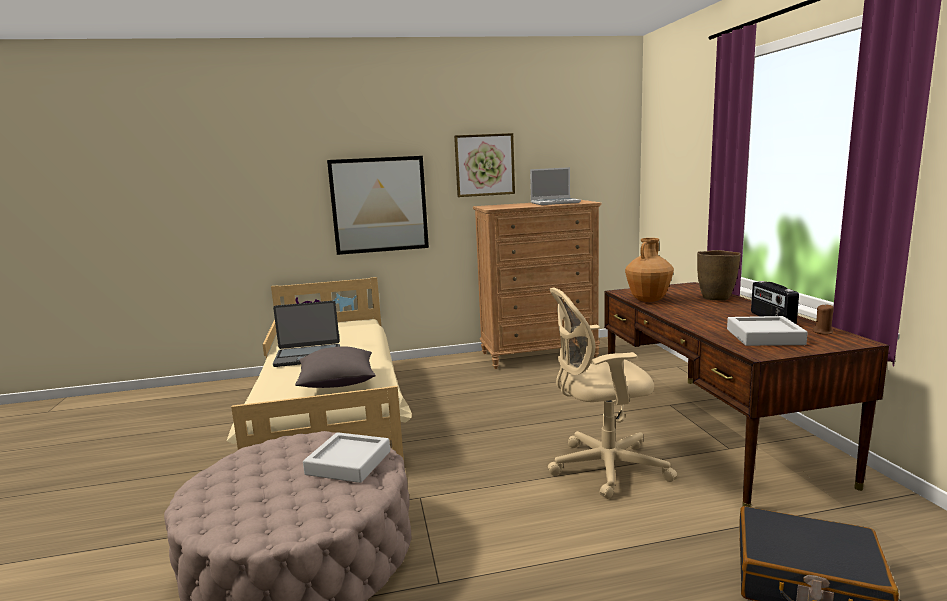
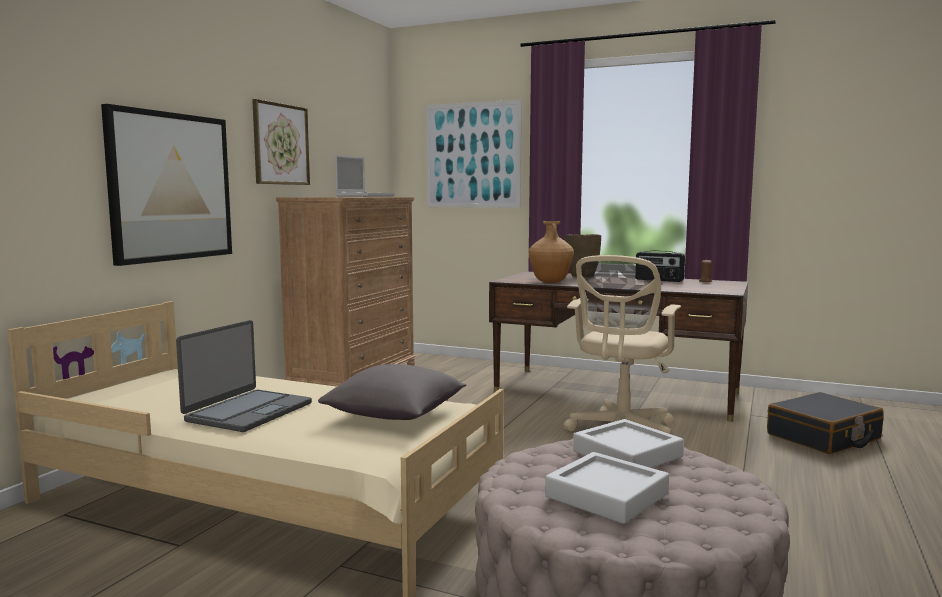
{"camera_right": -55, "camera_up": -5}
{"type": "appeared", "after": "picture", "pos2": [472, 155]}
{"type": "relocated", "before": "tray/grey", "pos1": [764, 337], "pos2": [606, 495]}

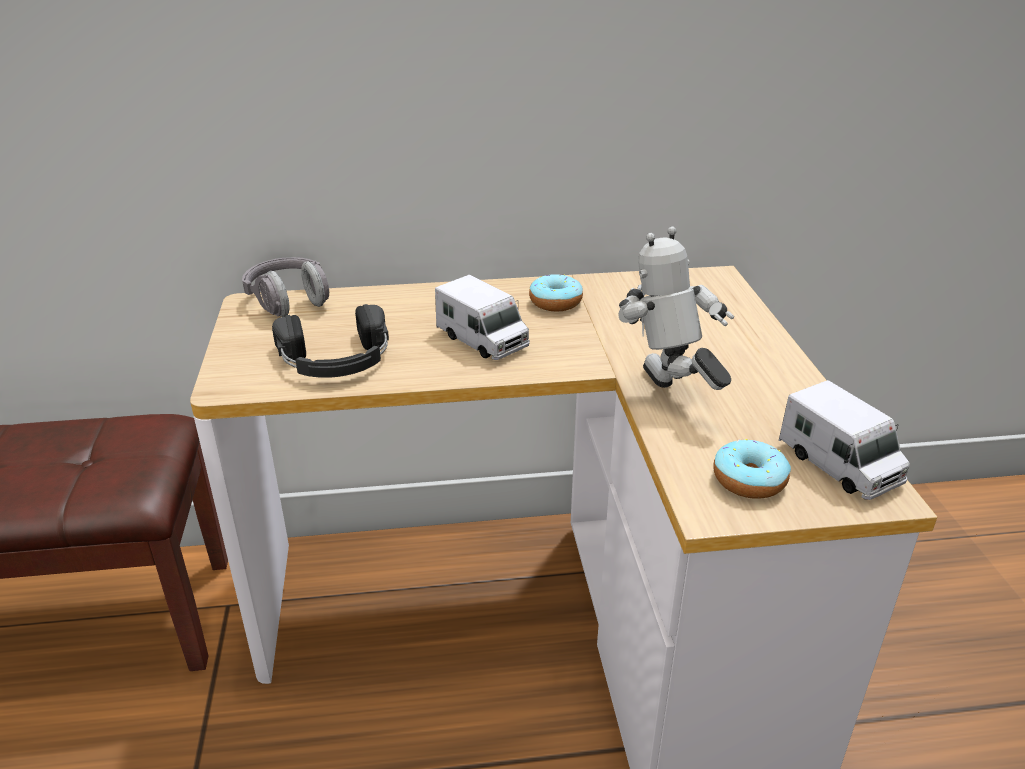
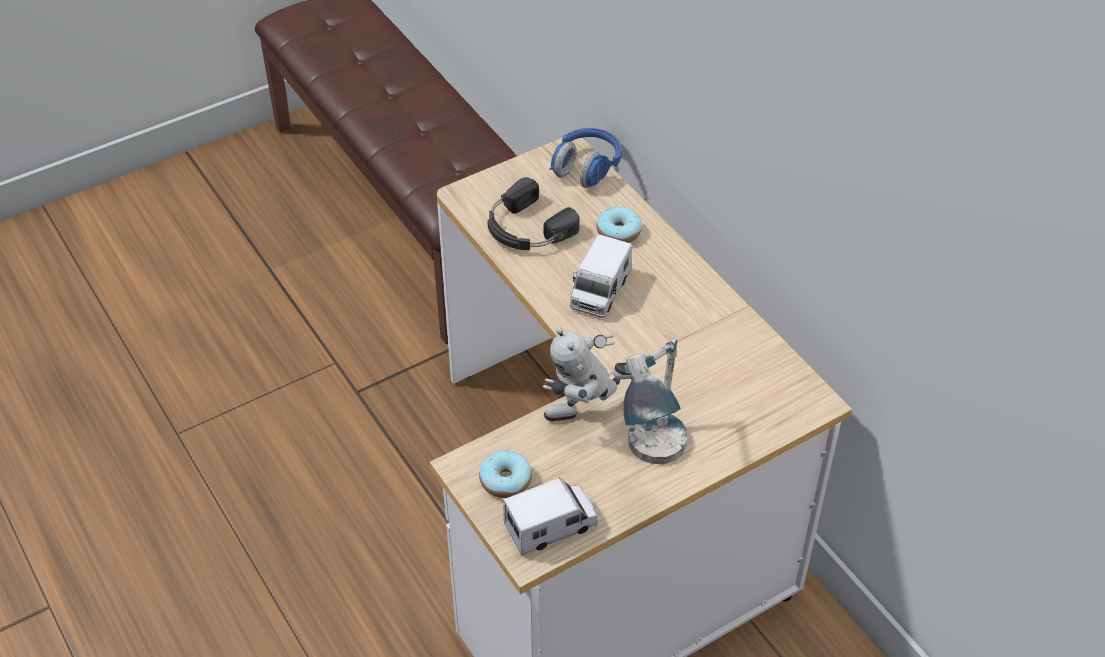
{"camera_right": 65, "camera_up": 15}
{"type": "appeared", "after": "table lamp", "pos2": [652, 461]}
{"type": "relocated", "before": "donut", "pos1": [555, 302], "pos2": [618, 232]}
{"type": "colour", "before": "headphones/grey", "after": "headphones/blue", "pos1": [289, 302], "pos2": [586, 168]}
{"type": "spun", "before": "toy robot", "pos1": [667, 395], "pos2": [587, 415], "turn": -150}
{"type": "spun", "before": "toy truck", "pos1": [839, 465], "pos2": [551, 527], "turn": -150}

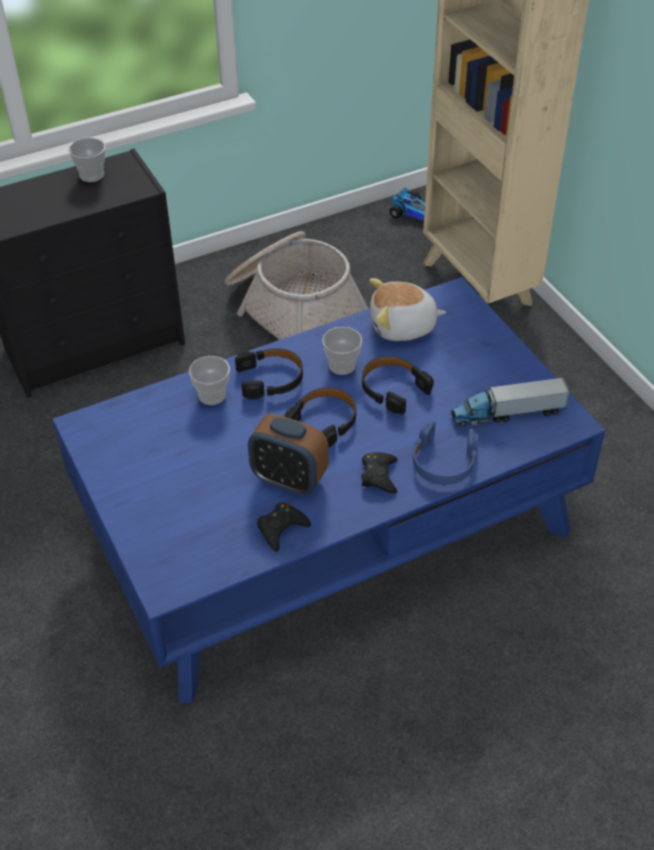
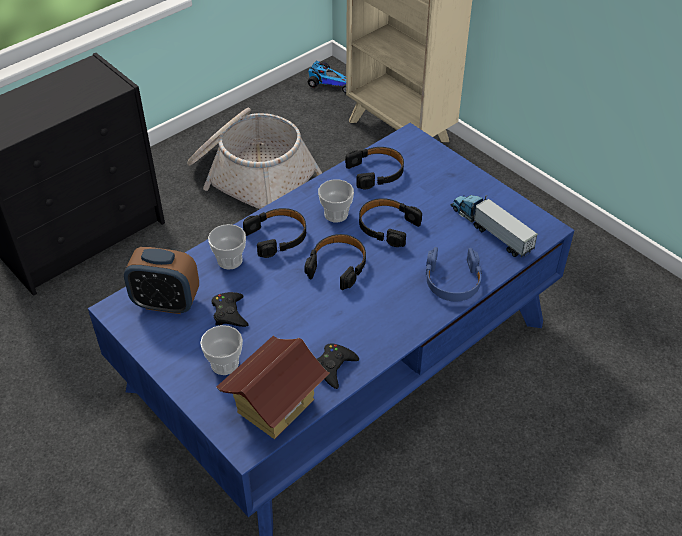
{"camera_right": -15, "camera_up": 0}
{"type": "appeared", "after": "toy house", "pos2": [275, 406]}
{"type": "relocated", "before": "cup", "pos1": [92, 175], "pos2": [224, 364]}
{"type": "relocated", "before": "alarm clock", "pos1": [289, 479], "pos2": [166, 303]}
{"type": "relocated", "before": "game controller/black", "pos1": [379, 476], "pos2": [229, 313]}
{"type": "exchanged", "before": "plush toy", "after": "headphones/black", "pos1": [403, 327], "pos2": [376, 172]}
{"type": "spun", "before": "toy truck", "pos1": [507, 413], "pos2": [490, 230], "turn": 75}

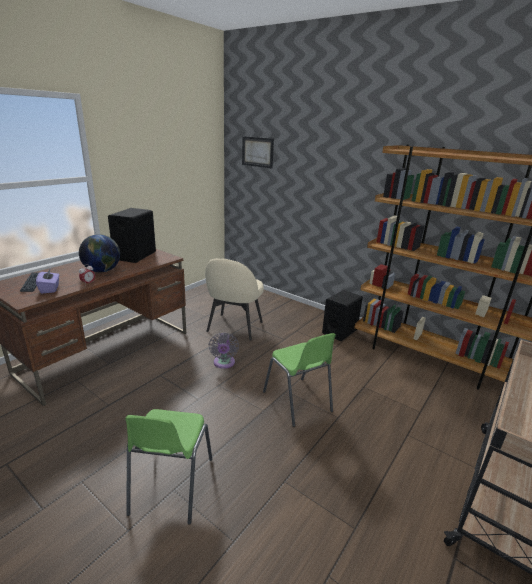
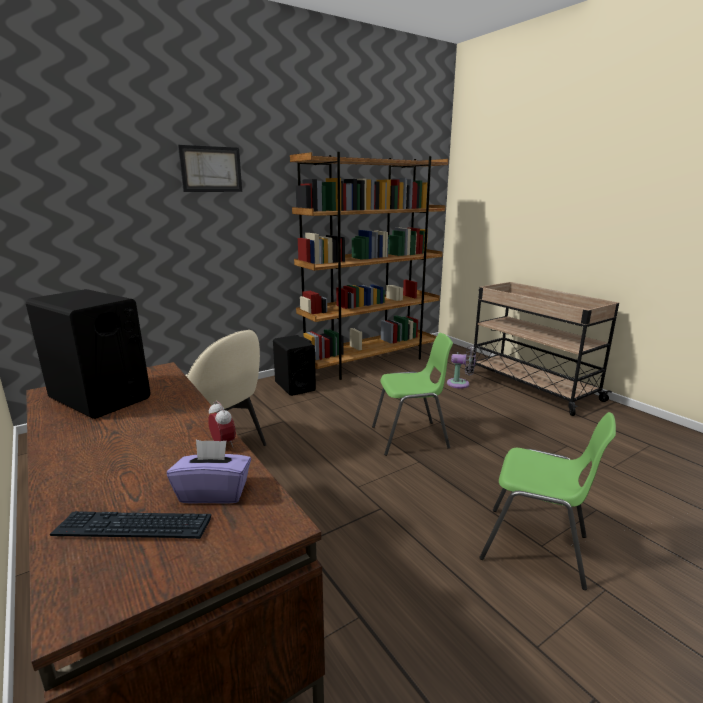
{"camera_right": -70, "camera_up": -5}
{"type": "missing", "before": "globe", "pos1": [102, 271]}
{"type": "relocated", "before": "fan/grey", "pos1": [224, 363], "pos2": [460, 384]}
{"type": "relocated", "before": "picture", "pos1": [257, 152], "pos2": [211, 169]}

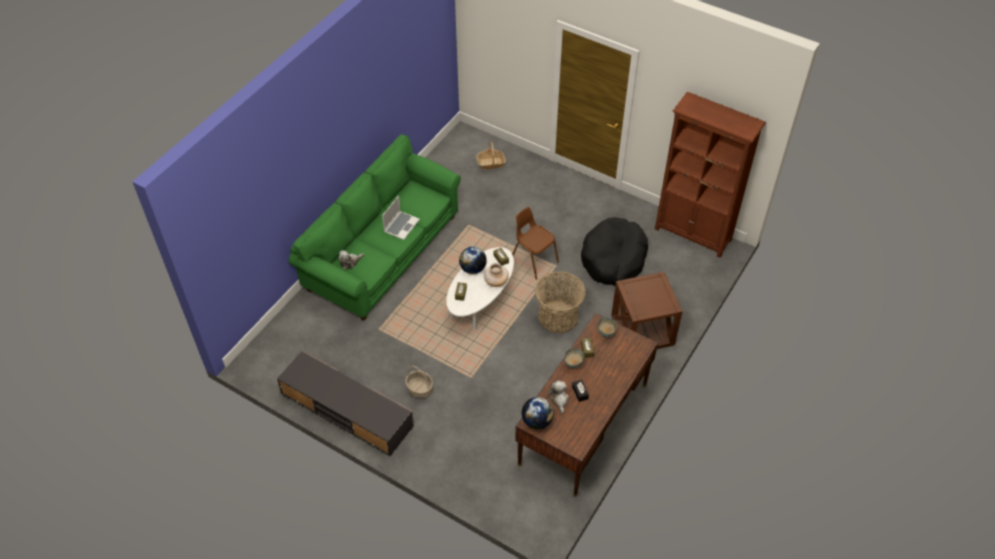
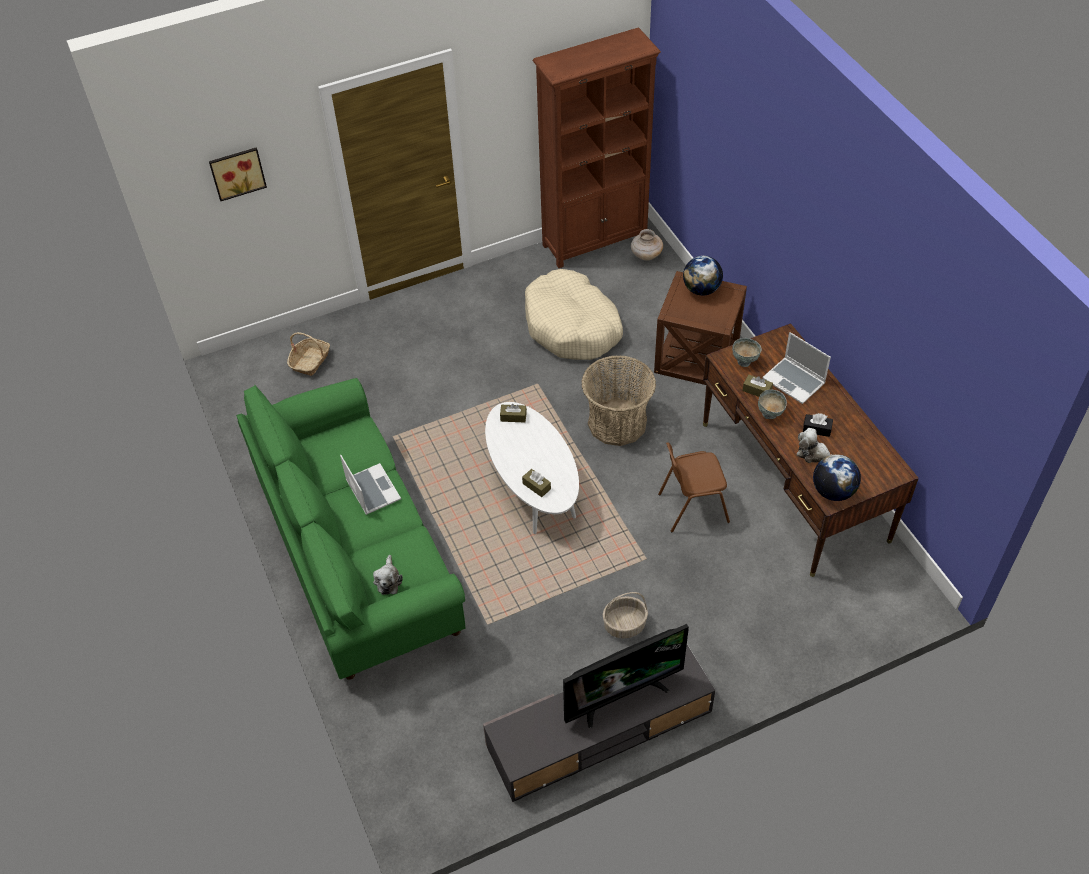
{"camera_right": -55, "camera_up": 0}
{"type": "appeared", "after": "picture", "pos2": [237, 172]}
{"type": "appeared", "after": "television", "pos2": [621, 695]}
{"type": "appeared", "after": "laptop", "pos2": [794, 381]}
{"type": "relocated", "before": "globe", "pos1": [473, 269], "pos2": [701, 289]}
{"type": "relocated", "before": "vase/beige", "pos1": [496, 282], "pos2": [646, 255]}
{"type": "relocated", "before": "chair/brown", "pos1": [533, 260], "pos2": [692, 507]}
{"type": "colour", "before": "dog bed/black", "after": "dog bed/beige", "pos1": [613, 259], "pos2": [572, 326]}

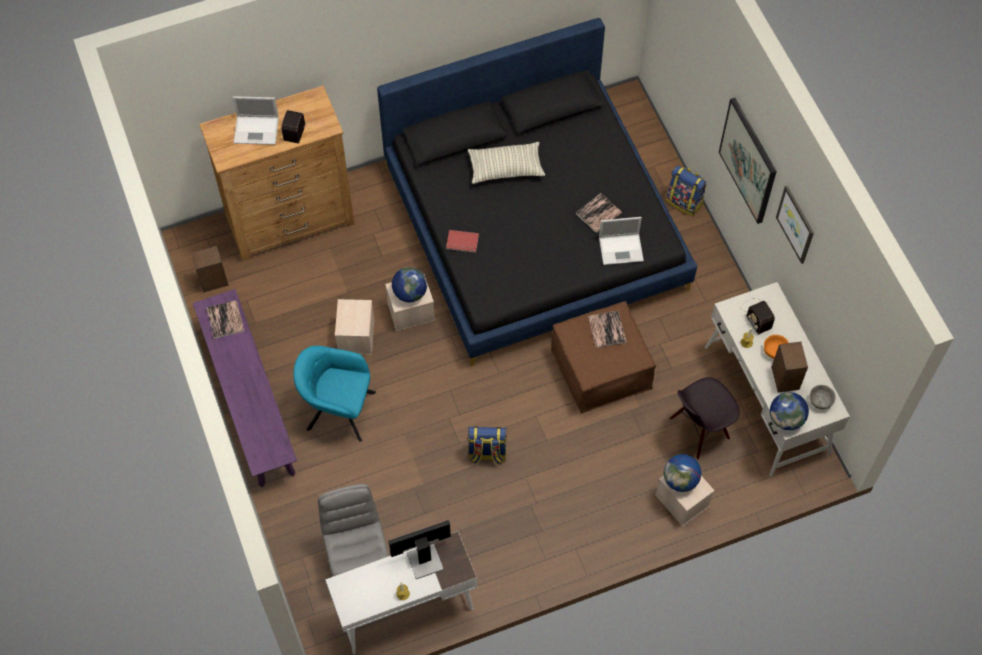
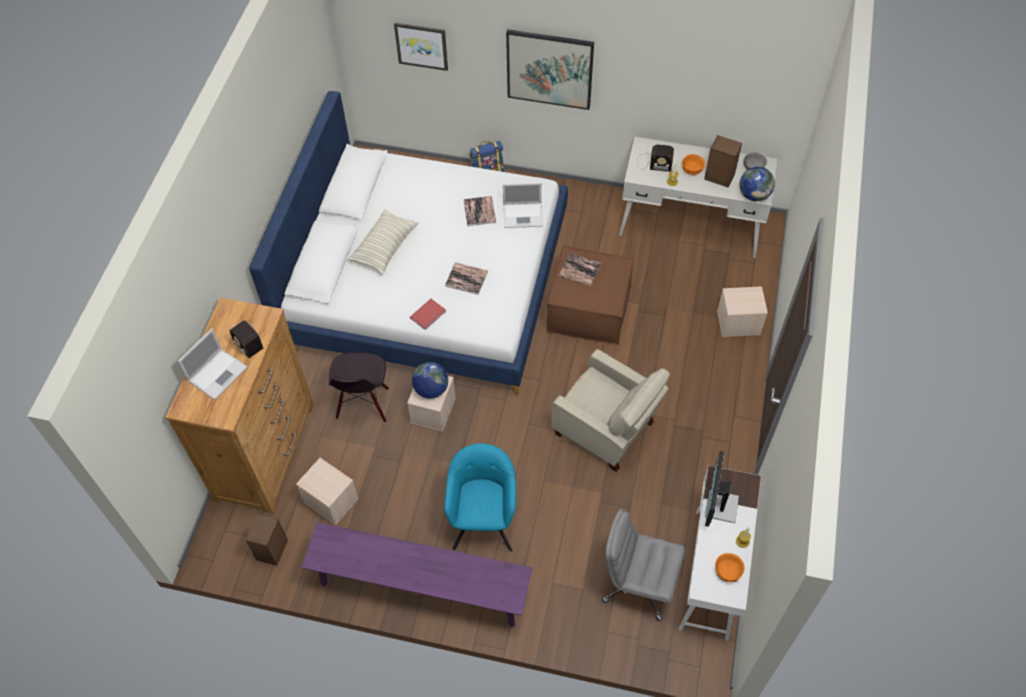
{"camera_right": -55, "camera_up": -5}
{"type": "missing", "before": "globe", "pos1": [680, 480]}
{"type": "appeared", "after": "bowl/orange", "pos2": [728, 571]}
{"type": "relocated", "before": "book", "pos1": [225, 319], "pos2": [466, 279]}
{"type": "relocated", "before": "storage box/beige", "pos1": [356, 337], "pos2": [331, 500]}
{"type": "relocated", "before": "chair/black", "pos1": [699, 430], "pos2": [363, 404]}
{"type": "relocated", "before": "picture", "pos1": [796, 224], "pos2": [421, 45]}
{"type": "exchanged", "before": "backpack", "after": "armchair/beige", "pos1": [486, 454], "pos2": [607, 430]}
{"type": "colour", "before": "bed/black", "after": "bed/white", "pos1": [534, 227], "pos2": [427, 280]}
{"type": "spun", "before": "armchair/turquoise", "pos1": [338, 410], "pos2": [483, 519], "turn": 135}
{"type": "spun", "before": "laptop", "pos1": [622, 249], "pos2": [523, 215], "turn": 60}

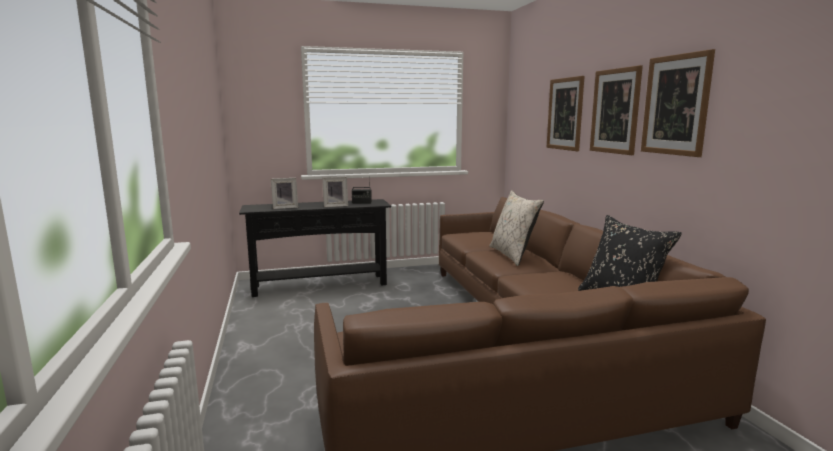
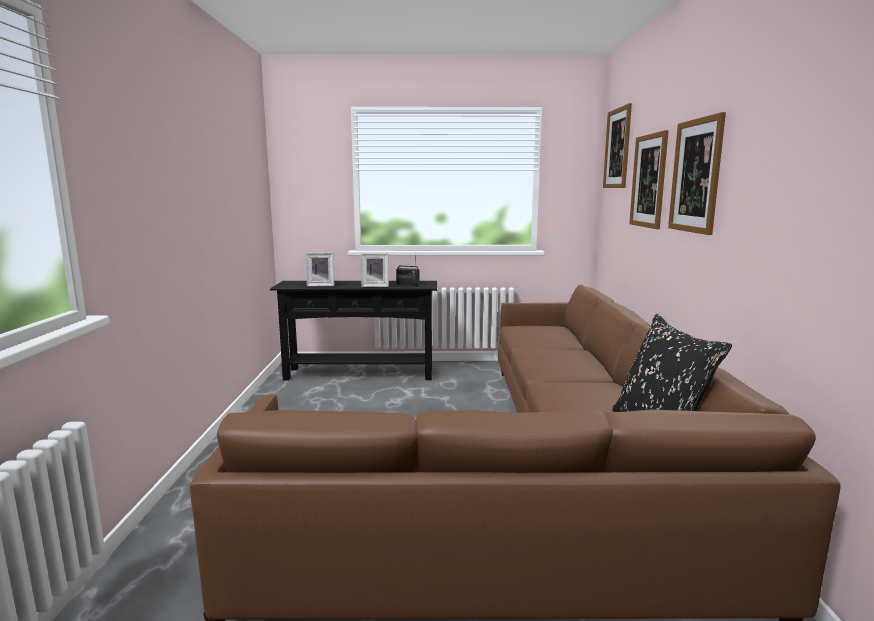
{"camera_right": 15, "camera_up": 0}
{"type": "missing", "before": "pillow/beige", "pos1": [513, 255]}
{"type": "relocated", "before": "picture", "pos1": [675, 105], "pos2": [617, 148]}

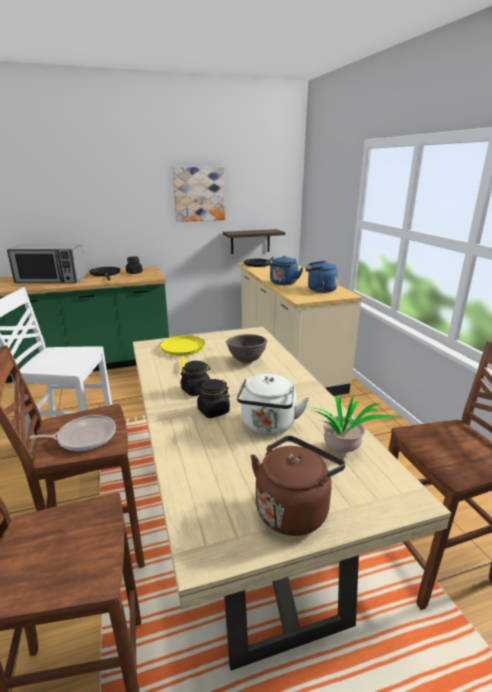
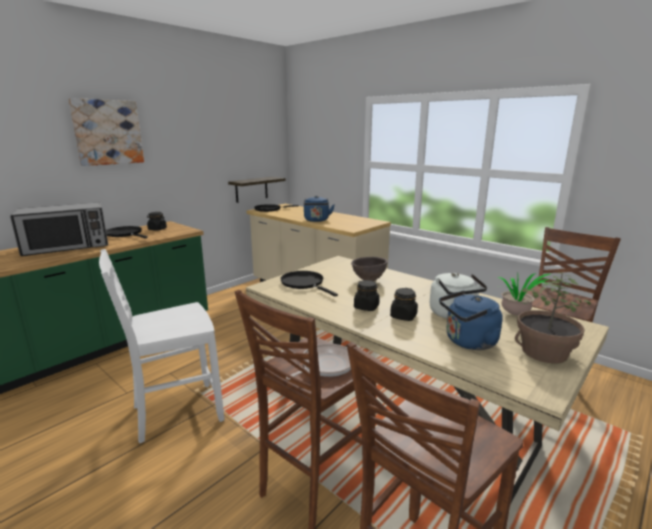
{"camera_right": -30, "camera_up": -5}
{"type": "relocated", "before": "picture", "pos1": [199, 194], "pos2": [107, 132]}
{"type": "relocated", "before": "kettle/blue", "pos1": [319, 290], "pos2": [468, 342]}
{"type": "exchanged", "before": "kettle/brown", "after": "potted plant", "pos1": [293, 509], "pos2": [544, 352]}
{"type": "colour", "before": "frying pan/yellow", "after": "frying pan/black", "pos1": [183, 350], "pos2": [304, 283]}

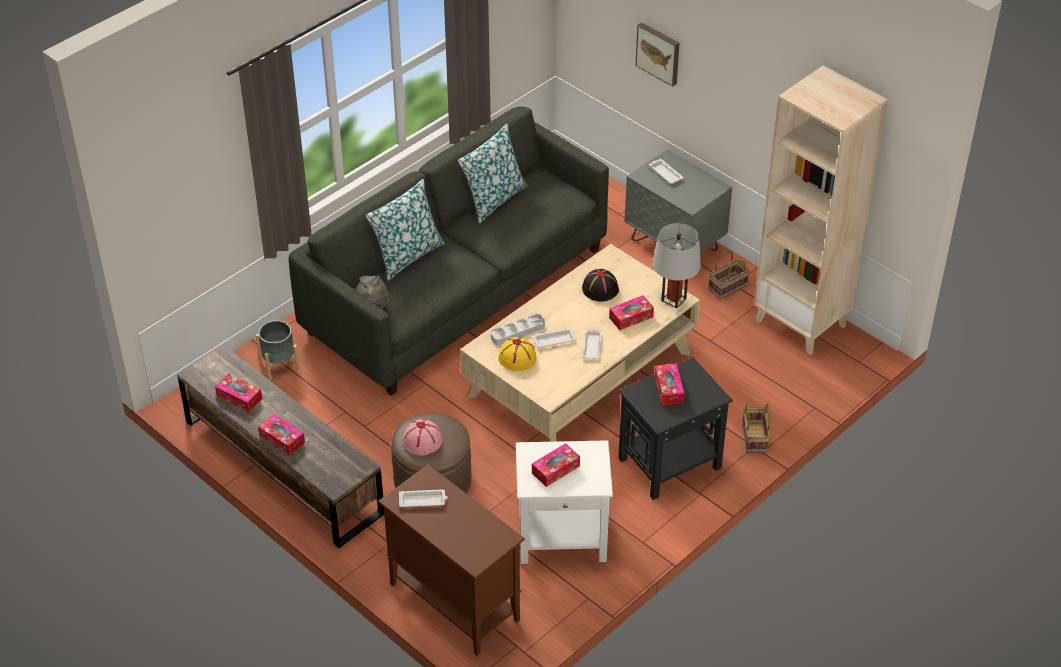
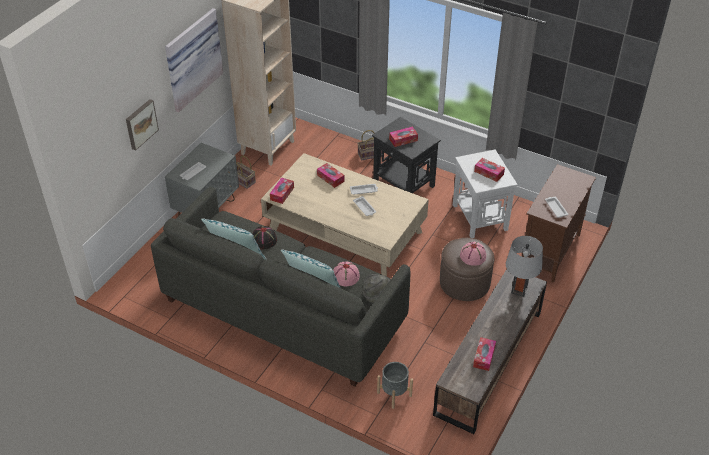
{"camera_right": -105, "camera_up": 0}
{"type": "missing", "before": "tray/grey", "pos1": [517, 332]}
{"type": "missing", "before": "hat/yellow", "pos1": [517, 358]}
{"type": "appeared", "after": "picture", "pos2": [191, 59]}
{"type": "appeared", "after": "hat/pink", "pos2": [345, 276]}
{"type": "relocated", "before": "tissue box", "pos1": [282, 439], "pos2": [282, 193]}
{"type": "relocated", "before": "hat/black", "pos1": [600, 288], "pos2": [263, 240]}
{"type": "relocated", "before": "table lamp/grey", "pos1": [673, 299], "pos2": [519, 290]}

